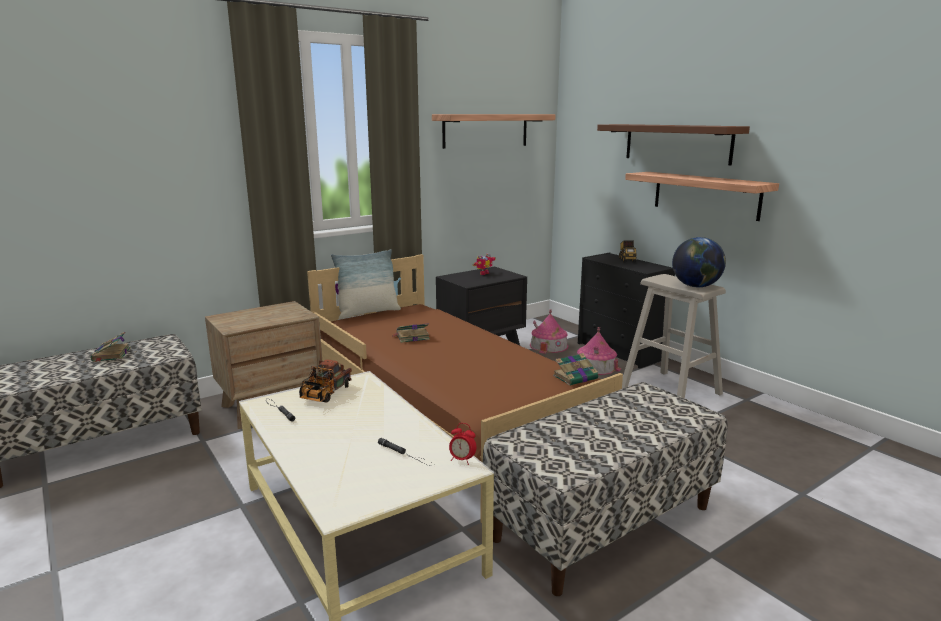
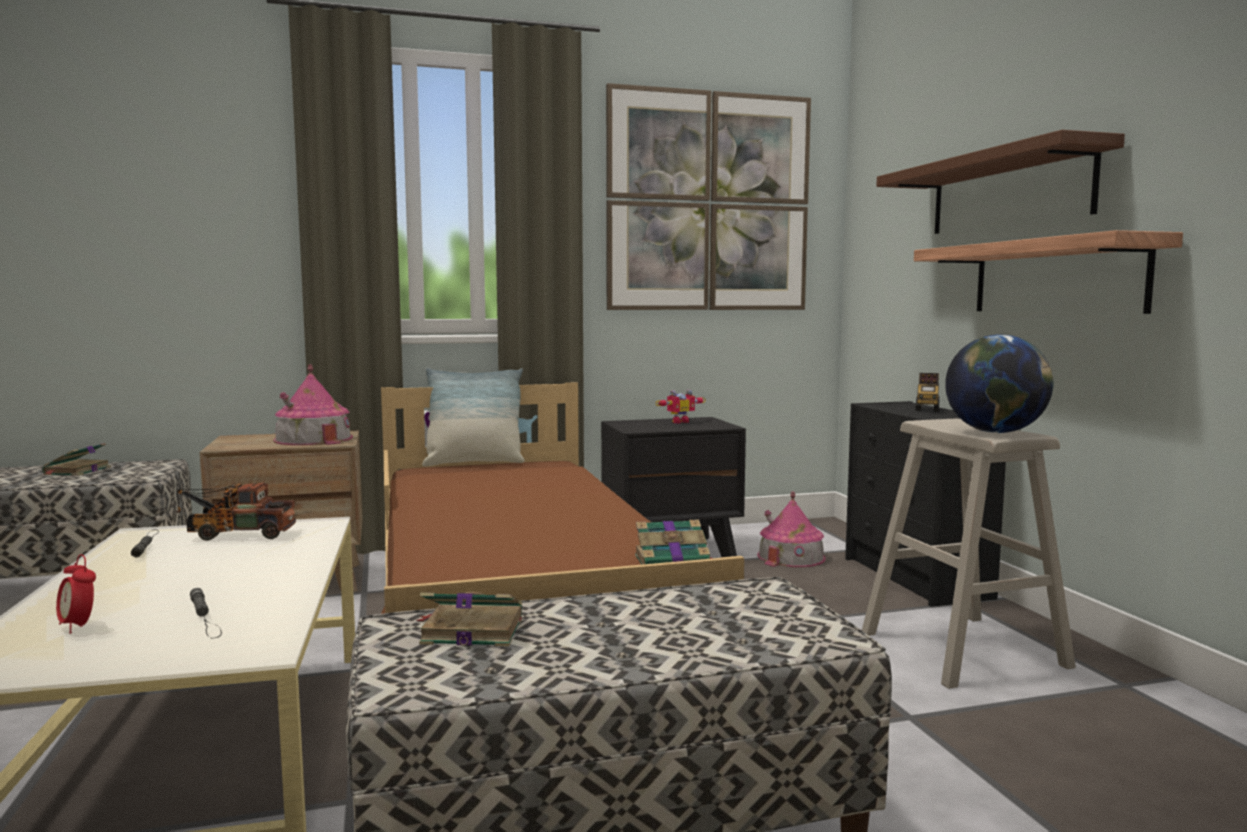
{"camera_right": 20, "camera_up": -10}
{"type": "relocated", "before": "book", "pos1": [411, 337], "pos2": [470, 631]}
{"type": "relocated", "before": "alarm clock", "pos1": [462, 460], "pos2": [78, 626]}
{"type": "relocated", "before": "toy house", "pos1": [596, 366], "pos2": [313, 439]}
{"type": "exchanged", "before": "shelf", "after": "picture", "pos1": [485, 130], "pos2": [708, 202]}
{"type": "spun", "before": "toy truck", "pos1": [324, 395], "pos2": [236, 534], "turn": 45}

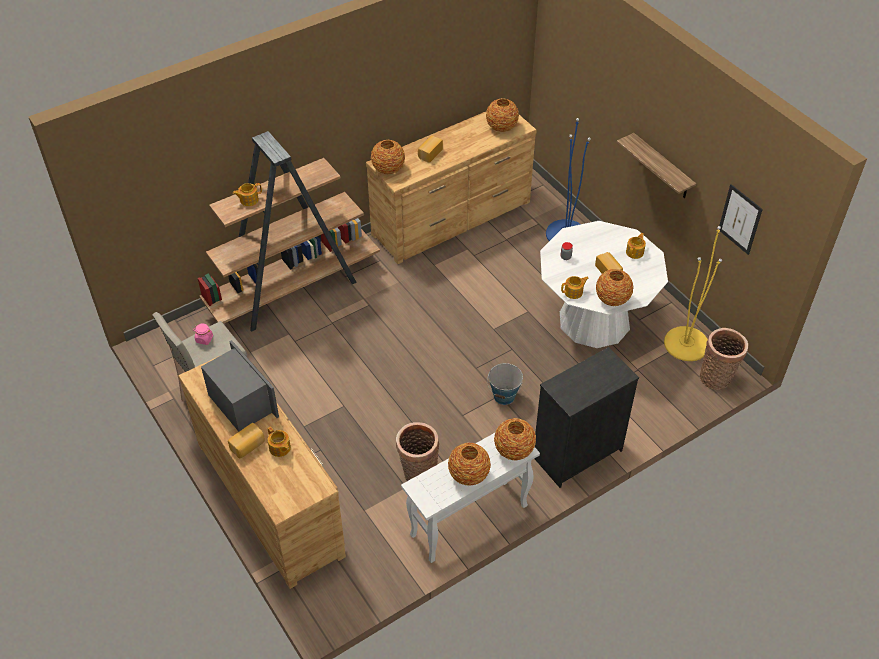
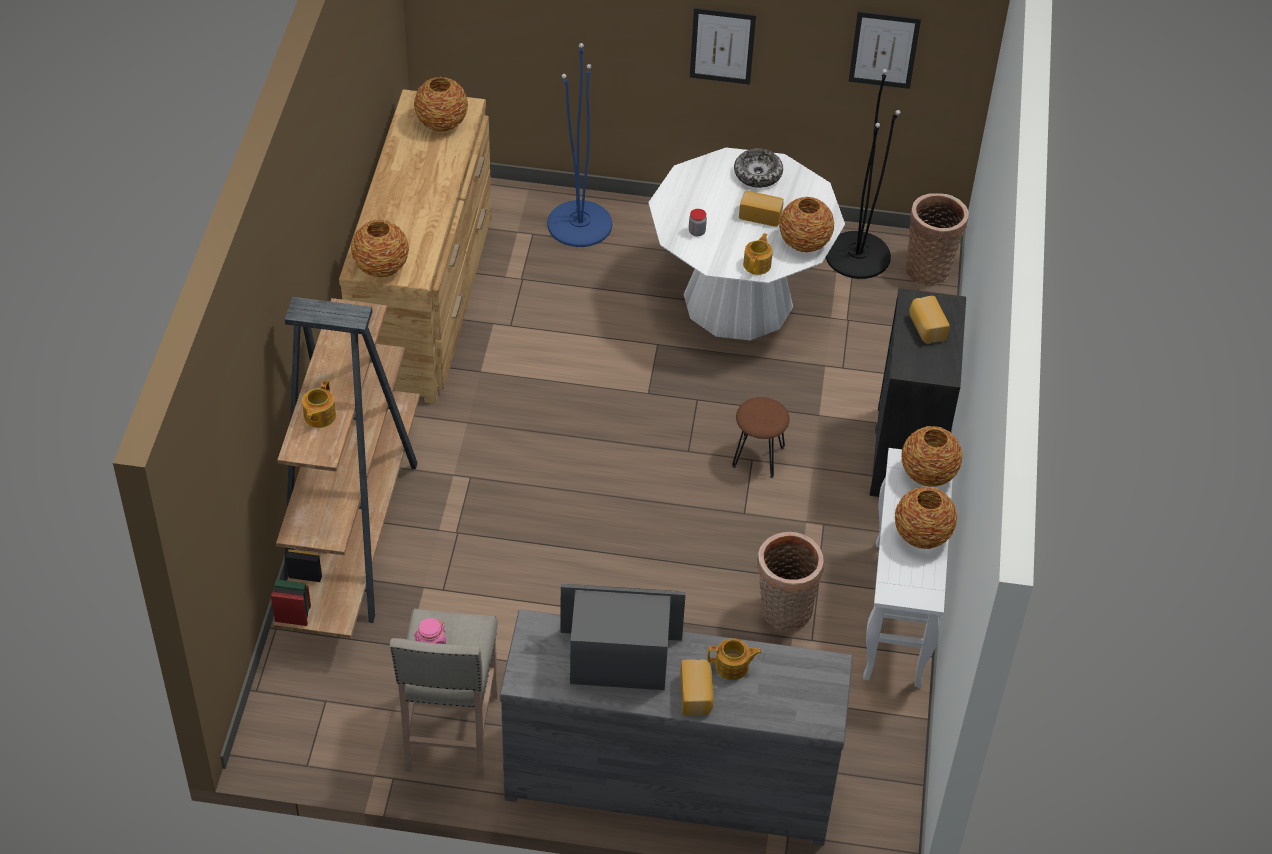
{"camera_right": -50, "camera_up": 0}
{"type": "relocated", "before": "bread", "pos1": [429, 153], "pos2": [926, 328]}
{"type": "exchanged", "before": "bucket", "after": "stool/brown", "pos1": [504, 396], "pos2": [758, 457]}
{"type": "exchanged", "before": "shelf", "after": "picture", "pos1": [662, 167], "pos2": [722, 46]}
{"type": "exchanged", "before": "teapot", "after": "bowl", "pos1": [635, 252], "pos2": [758, 174]}
{"type": "colour", "before": "dresser/brown", "after": "dresser/grey", "pos1": [270, 497], "pos2": [669, 778]}
{"type": "colour", "before": "floor lamp/yellow", "after": "floor lamp/black", "pos1": [686, 344], "pos2": [857, 255]}

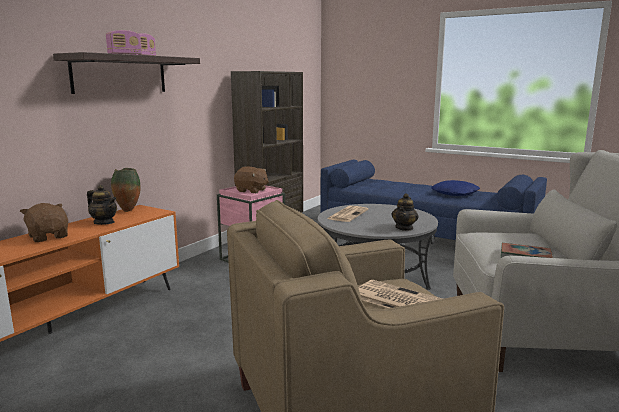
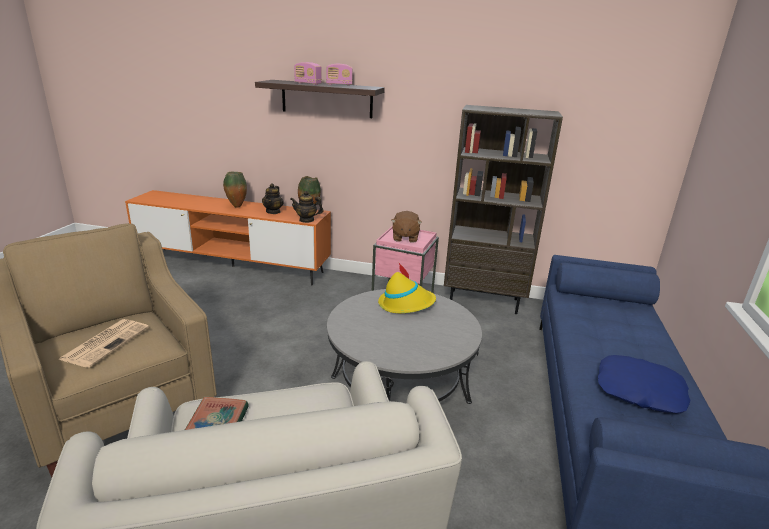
{"camera_right": 70, "camera_up": 10}
{"type": "relocated", "before": "teapot", "pos1": [404, 228], "pos2": [306, 220]}
{"type": "exchanged", "before": "plush toy/brown", "after": "vase", "pos1": [49, 236], "pos2": [236, 206]}
{"type": "exchanged", "before": "newspaper", "after": "hat/yellow", "pos1": [347, 214], "pos2": [406, 304]}

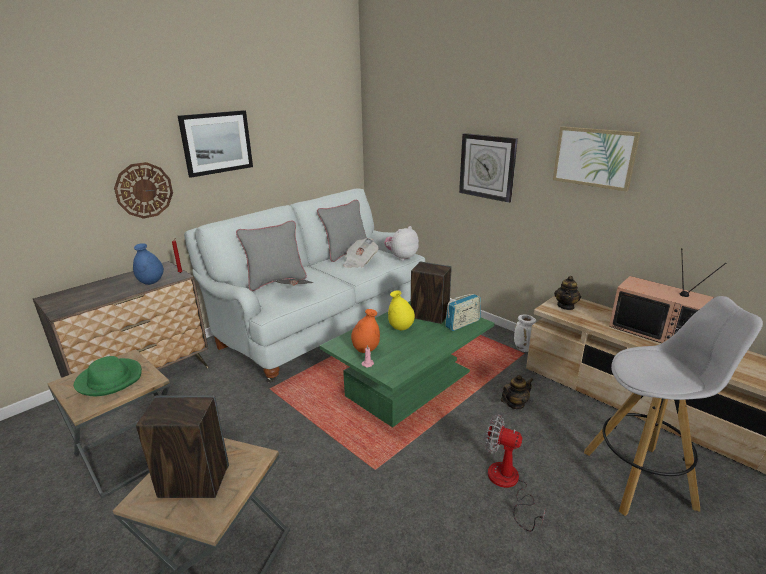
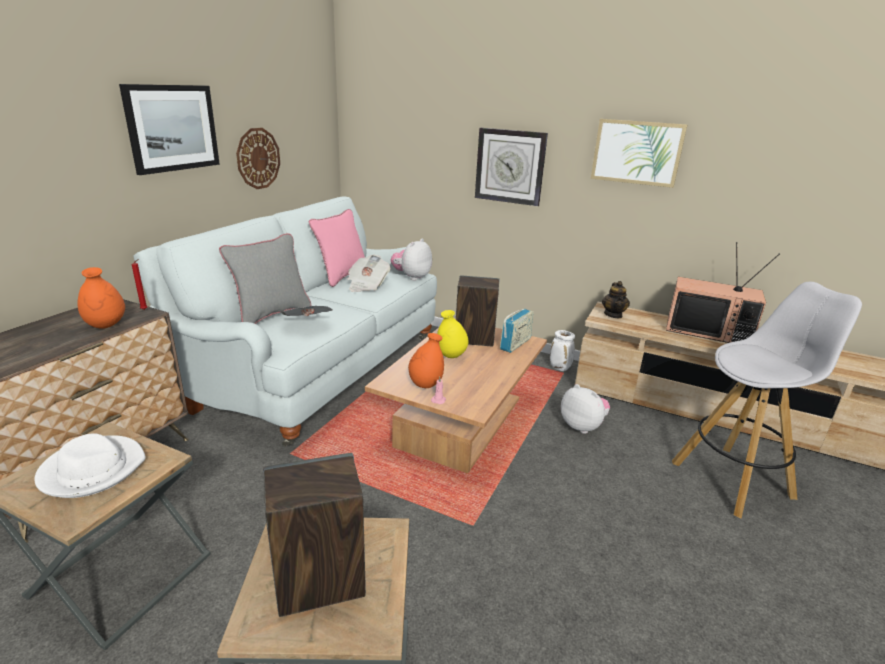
{"camera_right": -20, "camera_up": 0}
{"type": "missing", "before": "fan", "pos1": [508, 485]}
{"type": "relocated", "before": "wall clock", "pos1": [144, 190], "pos2": [258, 158]}
{"type": "exchanged", "before": "teapot", "after": "plush toy", "pos1": [515, 404], "pos2": [582, 426]}
{"type": "colour", "before": "hat/green", "after": "hat/white", "pos1": [110, 379], "pos2": [92, 469]}
{"type": "colour", "before": "vase/blue", "after": "vase/orange", "pos1": [151, 282], "pos2": [106, 325]}
{"type": "colour", "before": "pillow/grey", "after": "pillow/pink", "pos1": [346, 253], "pos2": [342, 276]}
{"type": "colour", "before": "coffee table/green", "after": "coffee table/brown", "pos1": [409, 384], "pos2": [460, 422]}

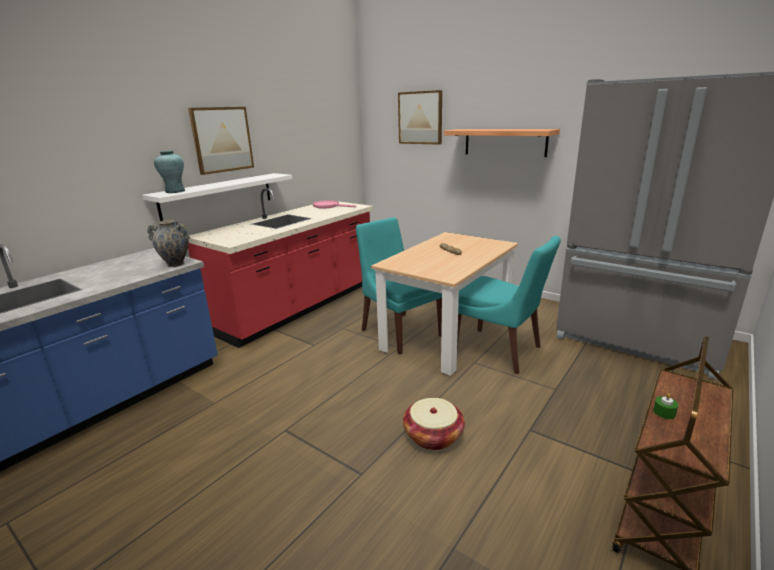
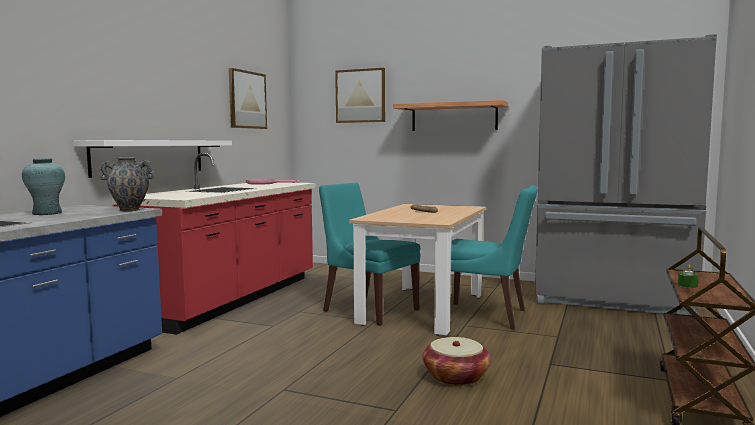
{"camera_right": -15, "camera_up": -15}
{"type": "relocated", "before": "vase/turquoise", "pos1": [175, 191], "pos2": [47, 213]}
{"type": "relocated", "before": "picture", "pos1": [222, 139], "pos2": [247, 100]}

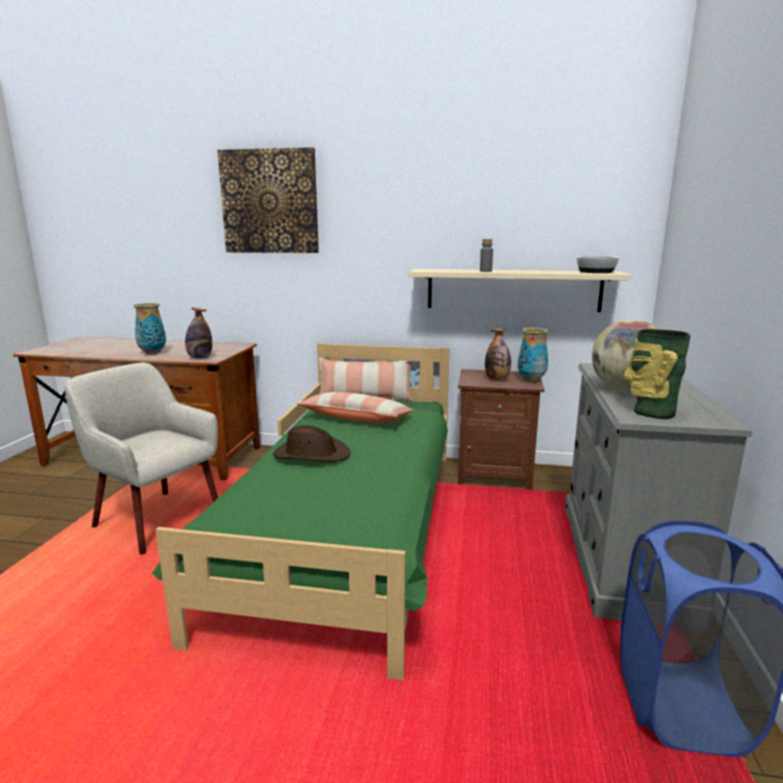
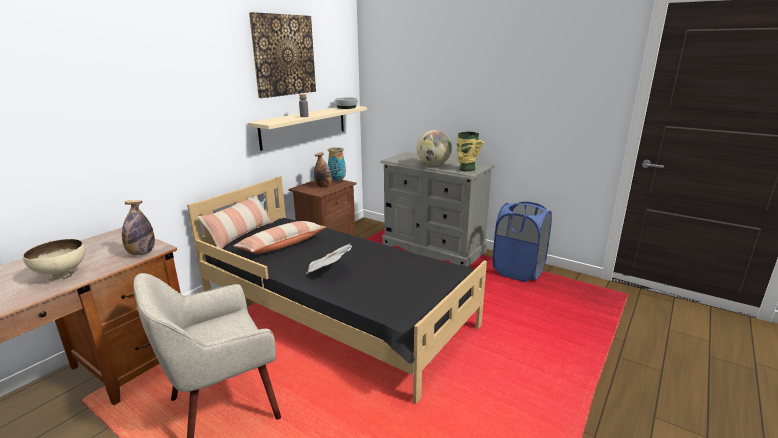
{"camera_right": -65, "camera_up": 5}
{"type": "relocated", "before": "picture", "pos1": [270, 202], "pos2": [284, 55]}
{"type": "exchanged", "before": "vase", "after": "bowl/beige", "pos1": [152, 353], "pos2": [62, 276]}
{"type": "exchanged", "before": "hat/brown", "after": "newspaper", "pos1": [311, 454], "pos2": [328, 270]}
{"type": "colour", "before": "bed/green", "after": "bed/black", "pos1": [350, 528], "pos2": [337, 311]}

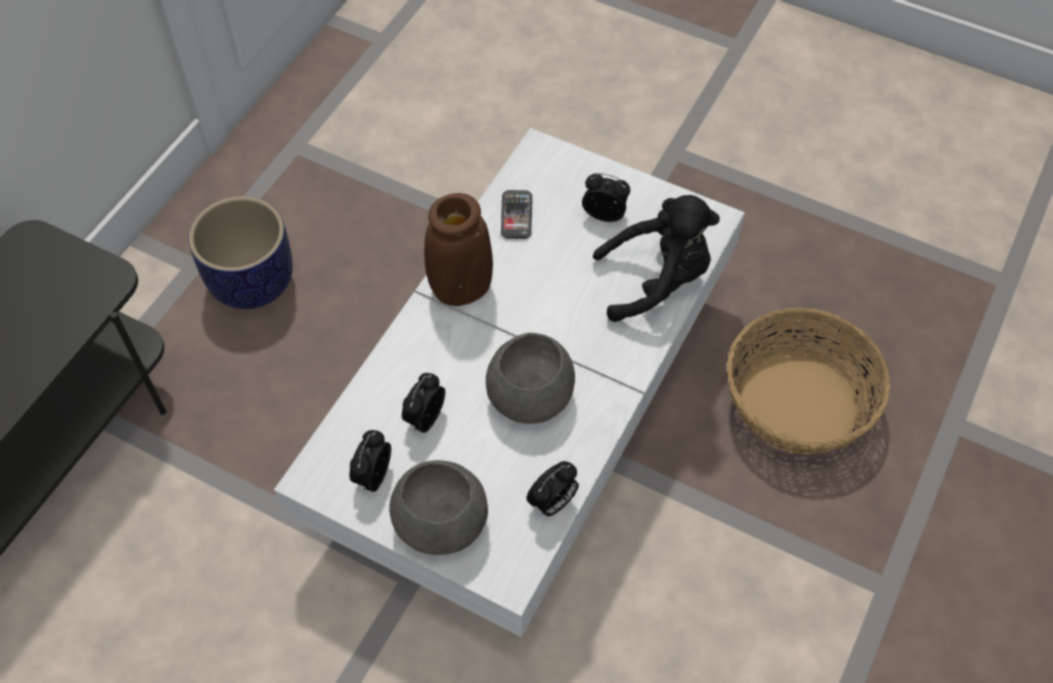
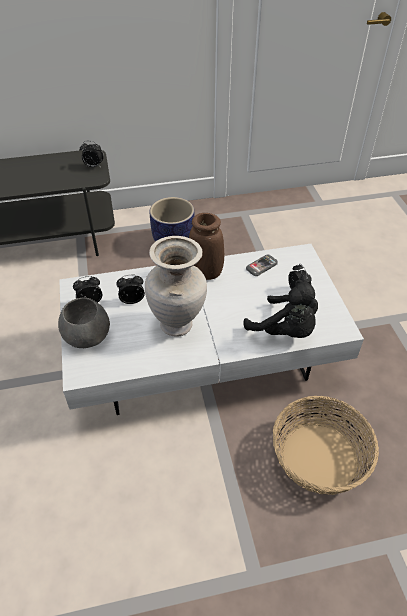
{"camera_right": 50, "camera_up": -10}
{"type": "relocated", "before": "alarm clock", "pos1": [552, 503], "pos2": [93, 166]}
{"type": "exchanged", "before": "bowl/grey", "after": "vase/beige", "pos1": [531, 394], "pos2": [178, 325]}

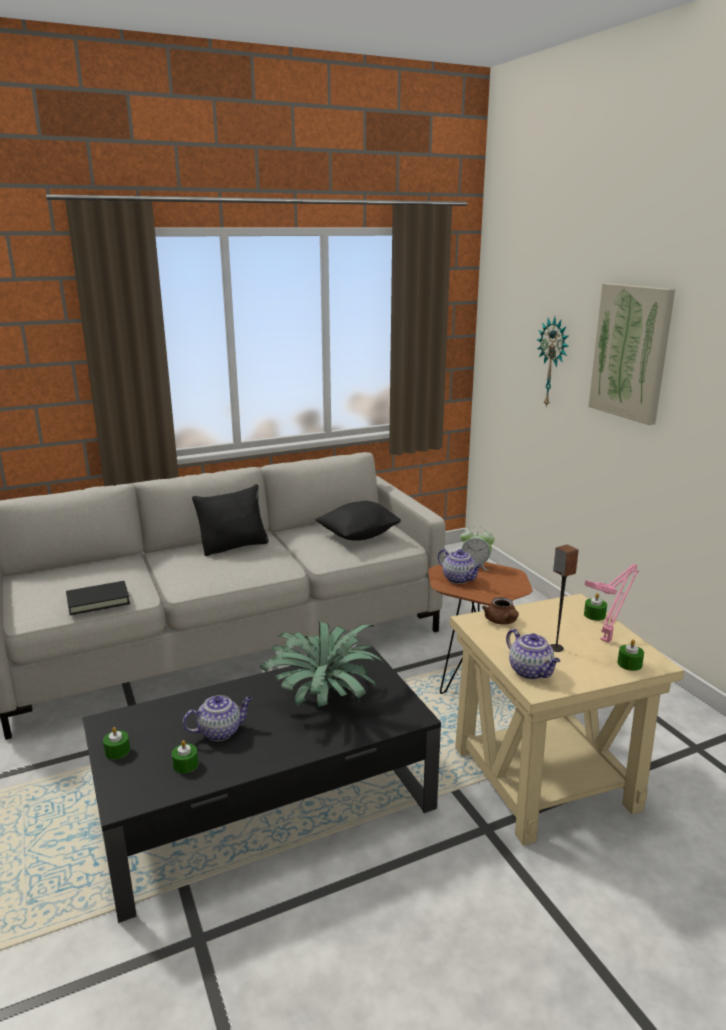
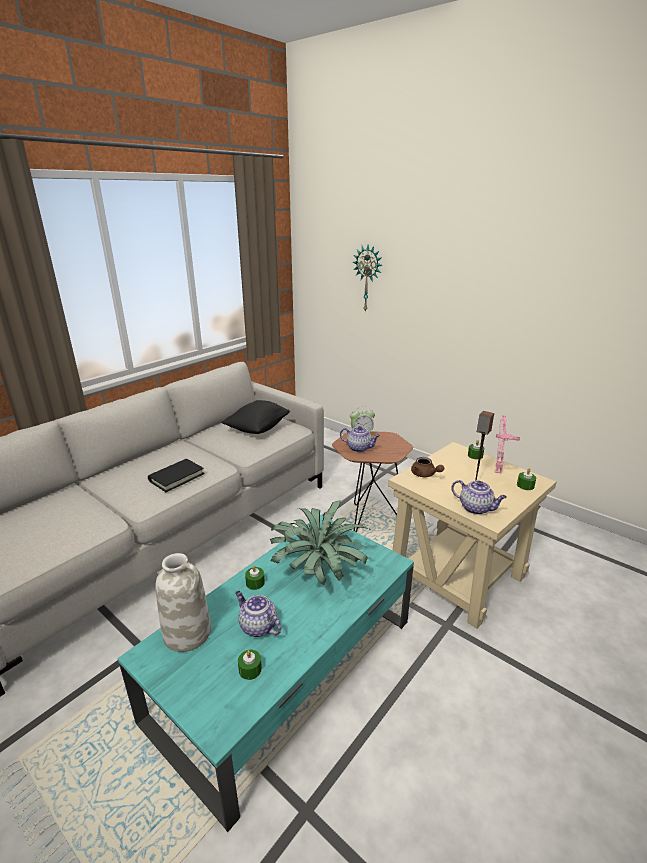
{"camera_right": -25, "camera_up": 5}
{"type": "missing", "before": "pillow/black", "pos1": [234, 546]}
{"type": "missing", "before": "picture", "pos1": [631, 352]}
{"type": "appeared", "after": "vase/white", "pos2": [188, 632]}
{"type": "relocated", "before": "book/black", "pos1": [98, 601], "pos2": [176, 477]}
{"type": "relocated", "before": "candle/green", "pos1": [117, 751], "pos2": [255, 583]}
{"type": "colour", "before": "coffee table/black", "after": "coffee table/turquoise", "pos1": [268, 805], "pos2": [287, 666]}
{"type": "spun", "before": "teapot", "pos1": [220, 731], "pos2": [257, 626], "turn": -90}

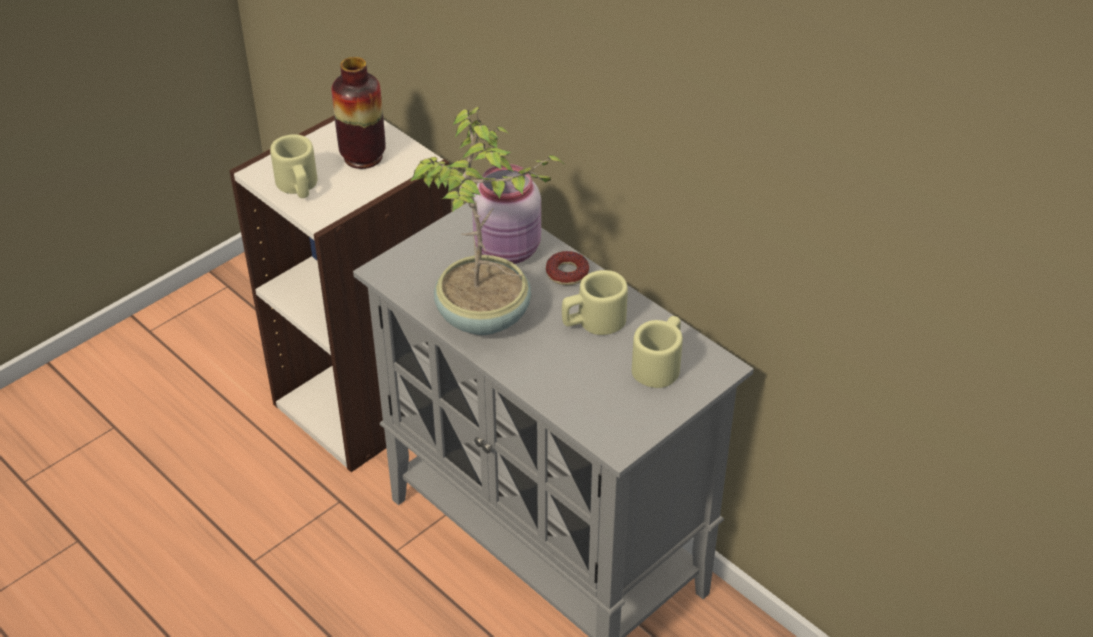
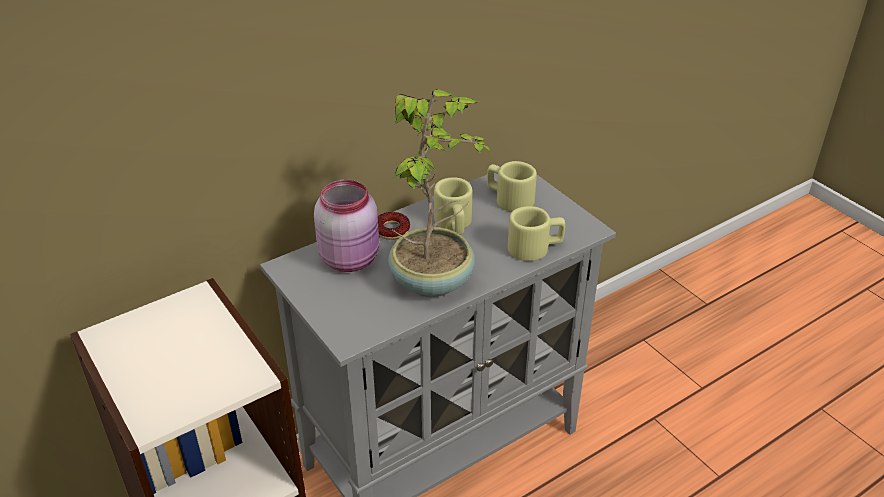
{"camera_right": -80, "camera_up": -5}
{"type": "missing", "before": "vase", "pos1": [363, 157]}
{"type": "relocated", "before": "mug/beige", "pos1": [298, 186], "pos2": [535, 248]}

